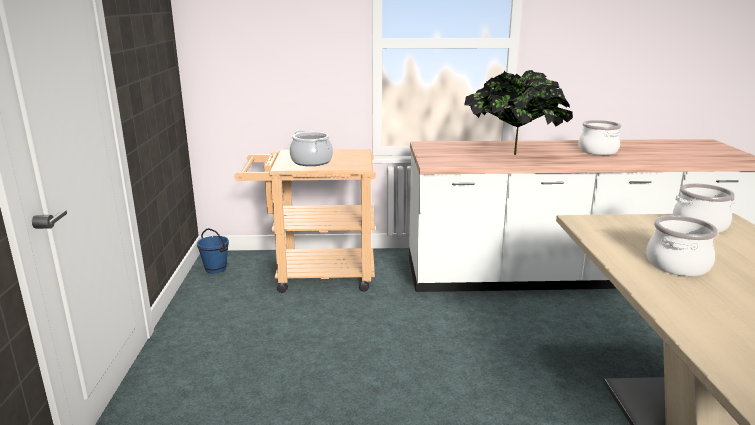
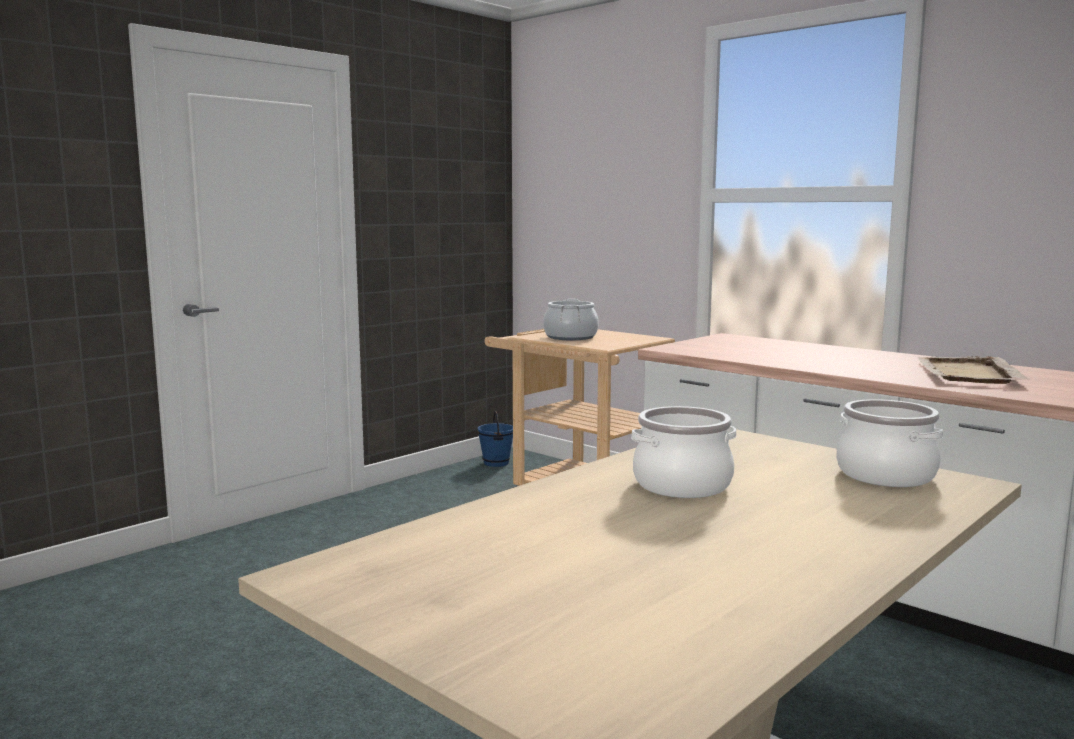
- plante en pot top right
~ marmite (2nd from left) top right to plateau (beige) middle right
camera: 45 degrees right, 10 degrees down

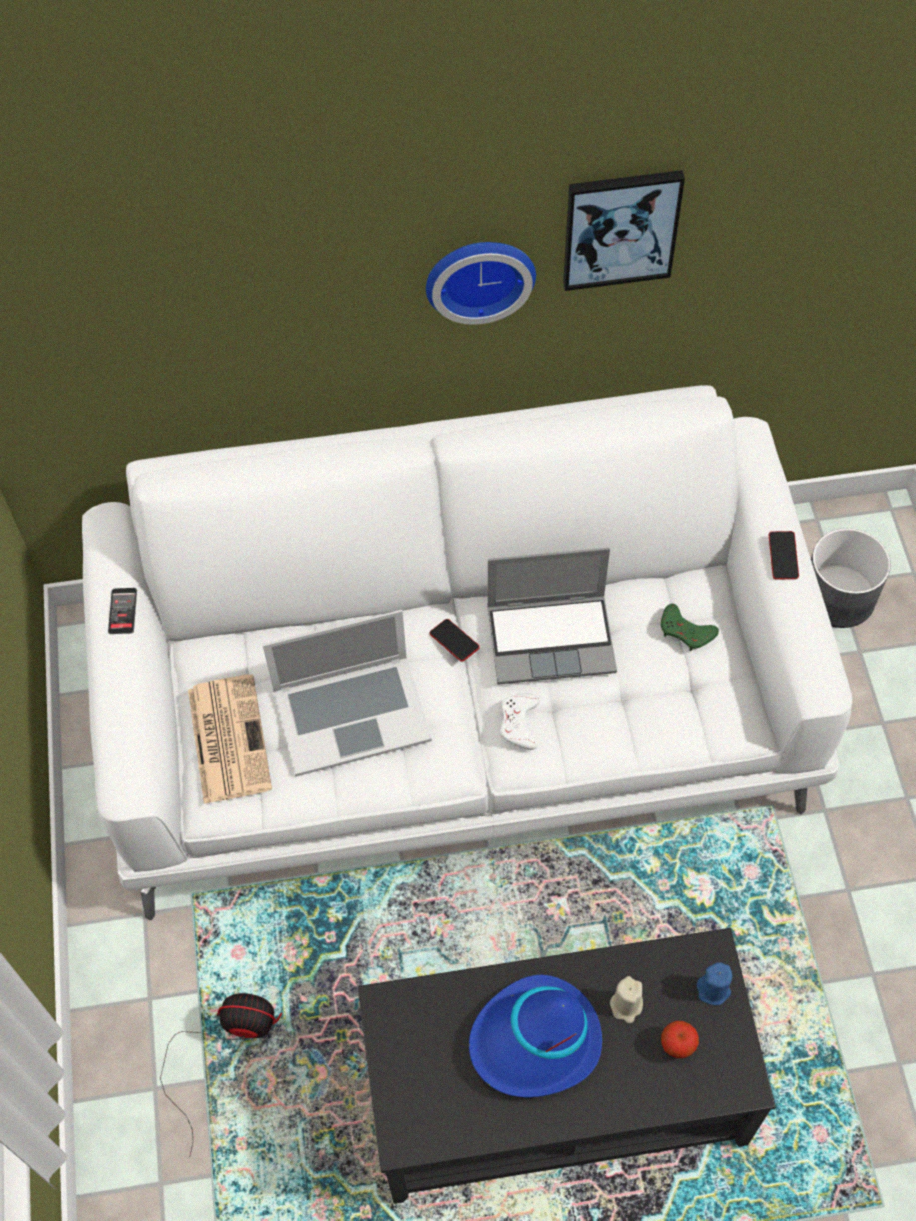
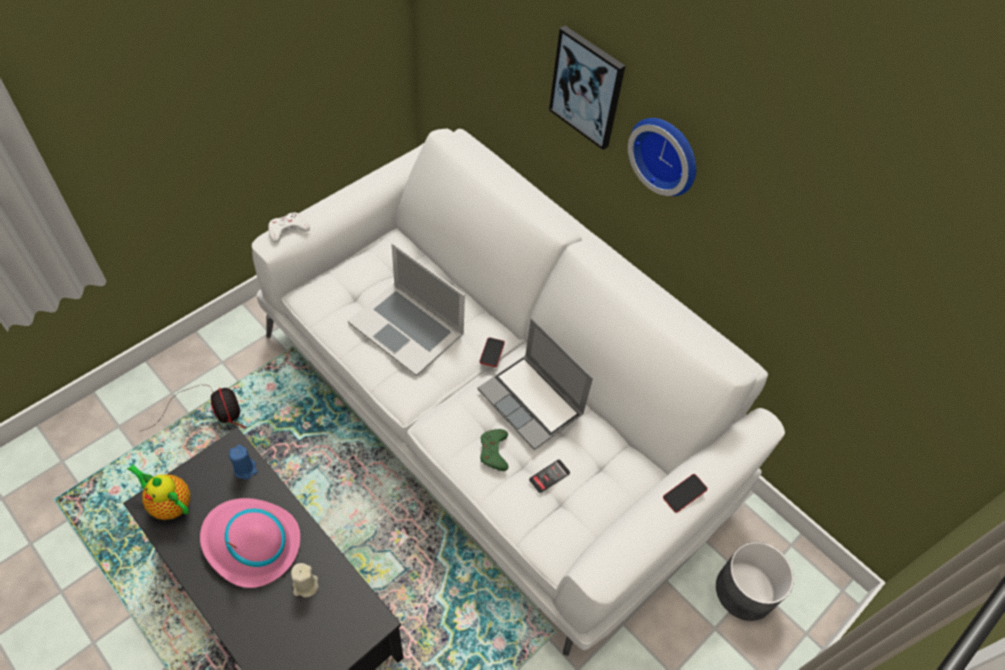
~ téléphone (1st from left in the first image) middle left to téléphone (2nd from left) bottom centre
- journal middle left
~ chapeau (bleu) bottom centre to chapeau (rose) bottom left
~ manette (blanc) centre to middle left
~ tableau top right to top centre
~ manette (vert) middle right to bottom centre
- pomme bottom right
~ bougie (bleu) bottom right to bottom left
+ théière bottom left
camera: 50 degrees right, 5 degrees down

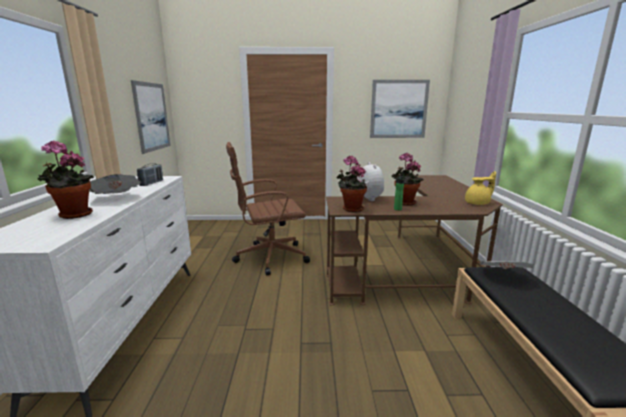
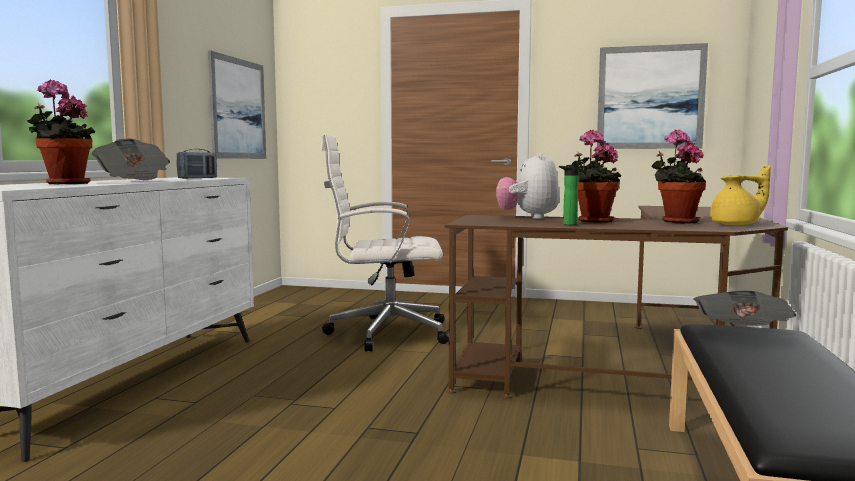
~ chaise de bureau (marron) centre to chaise de bureau (blanc) centre
~ plante en pot (2nd from left in the first image) centre to plante en pot (3rd from left) middle right
camera: 15 degrees right, 10 degrees down

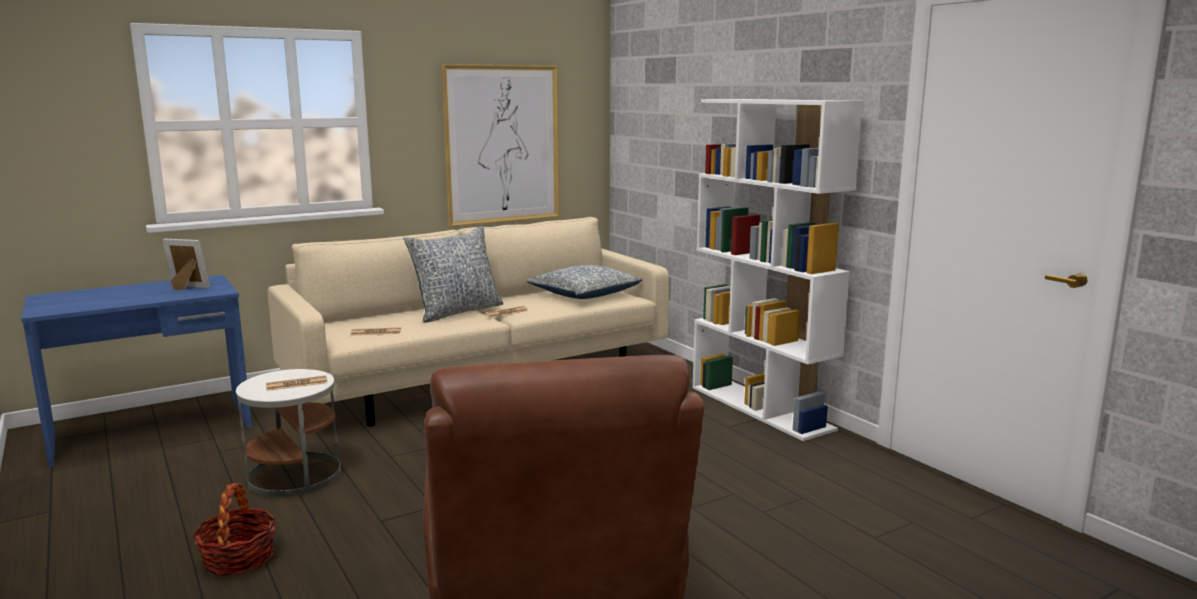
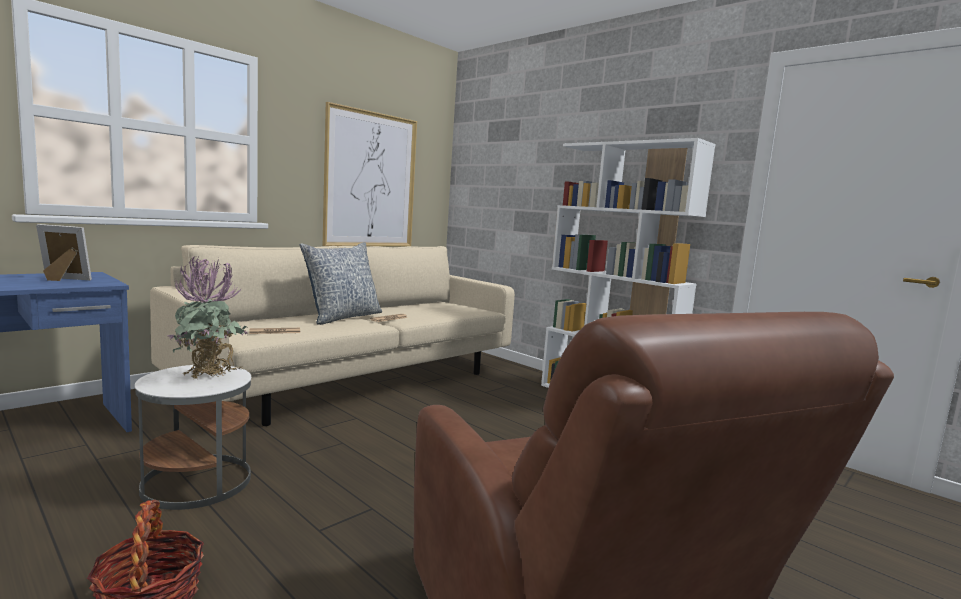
~ journal (1st from left) middle left to plante en pot middle left
- coussin (2nd from left) centre
camera: 15 degrees left, 5 degrees down

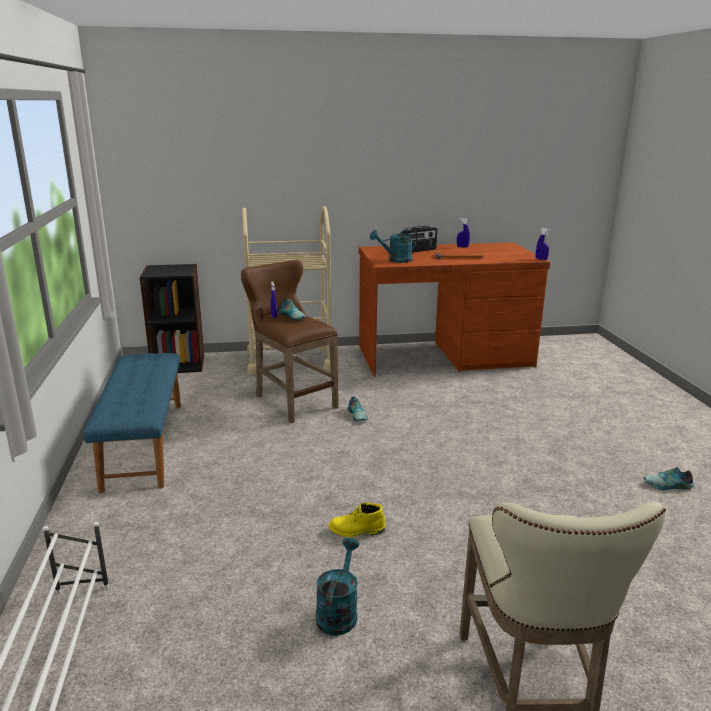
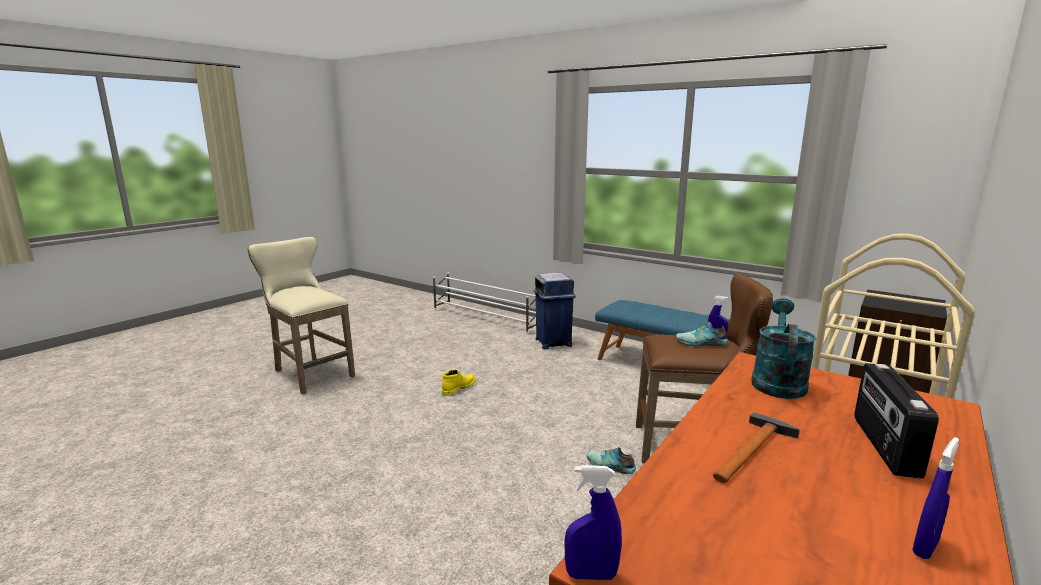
- arrosoir (turquoise) (1st from left) bottom centre
- chaussure (3rd from left) bottom right
+ poubelle (bleu) centre
camera: 135 degrees right, 5 degrees down

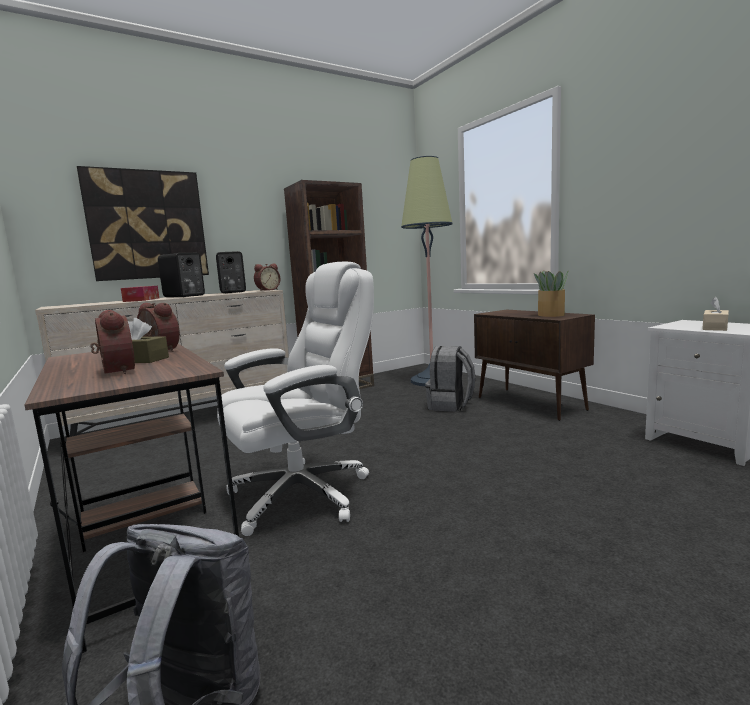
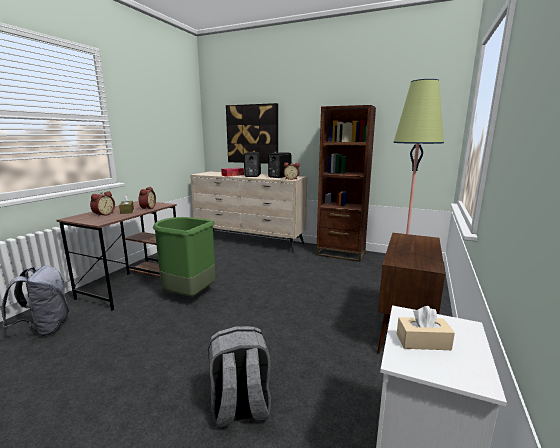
~ chaise de bureau (blanc) centre to poubelle (vert) middle left
~ sac à dos (gris) (2nd from left) centre to bottom centre
- plante en pot middle right
camera: 55 degrees right, 5 degrees up

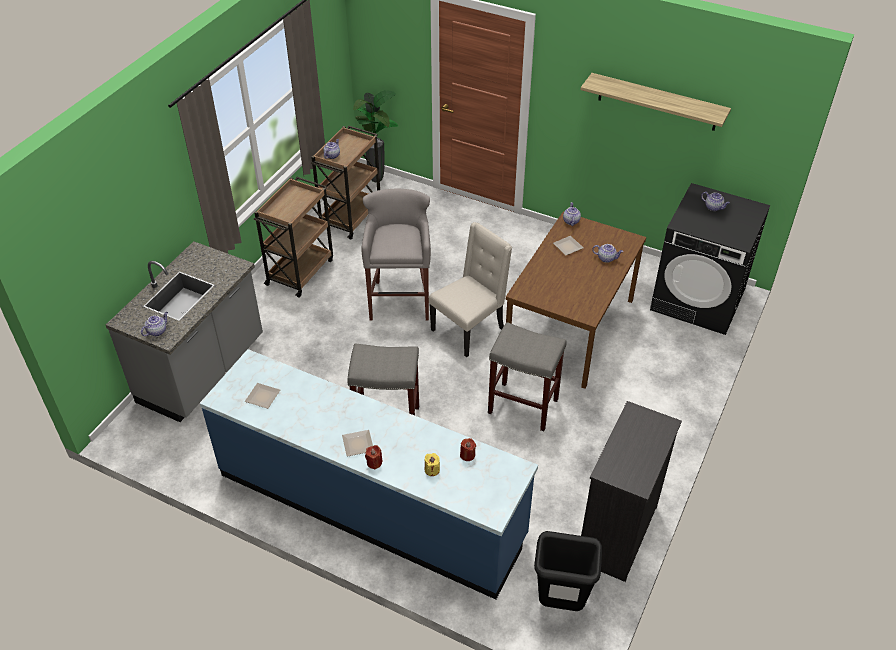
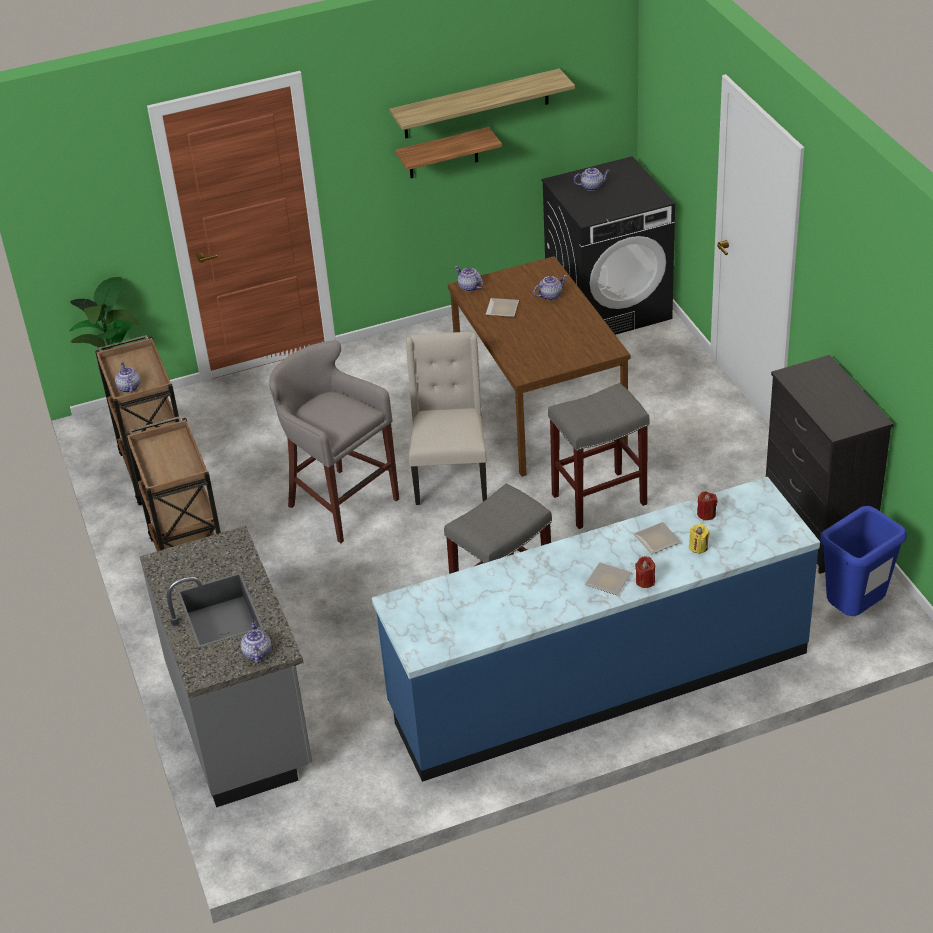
~ assiette (1st from left in the first image) middle left to assiette (3rd from left) middle right
~ poubelle (noir) bottom centre to poubelle (bleu) middle right
+ étagère (1st from left) top centre
camera: 45 degrees left, 5 degrees down

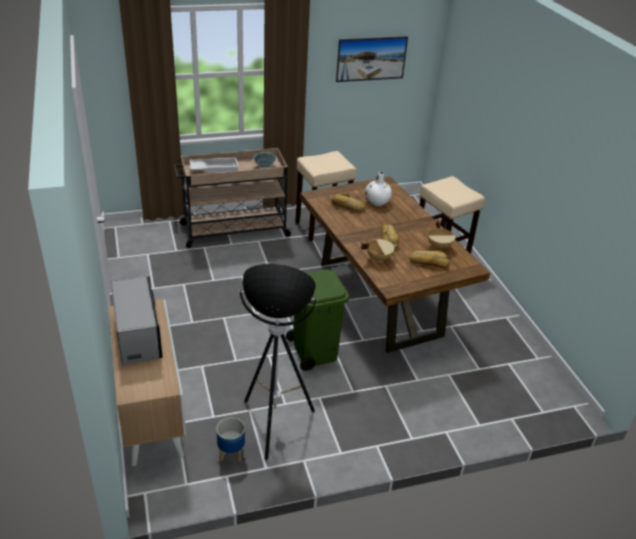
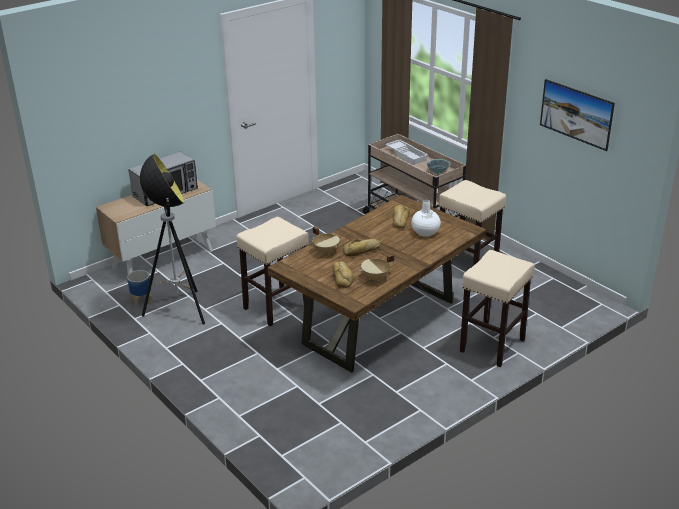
~ poubelle (vert) centre to tabouret (beige) (1st from left) centre
camera: 70 degrees right, 5 degrees down

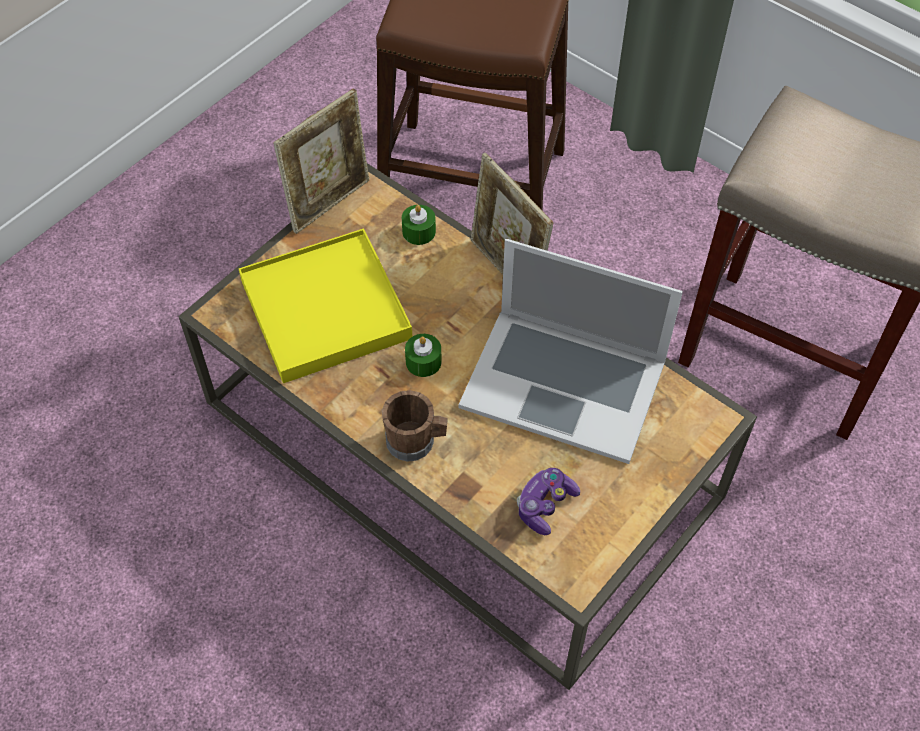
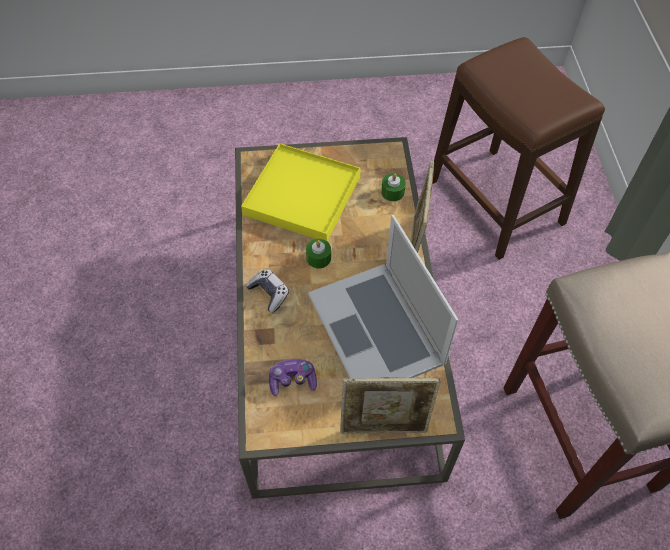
~ cadre photo (1st from left) top centre to bottom centre
~ mug (marron) centre to manette (1st from left) centre
camera: 45 degrees right, 0 degrees up

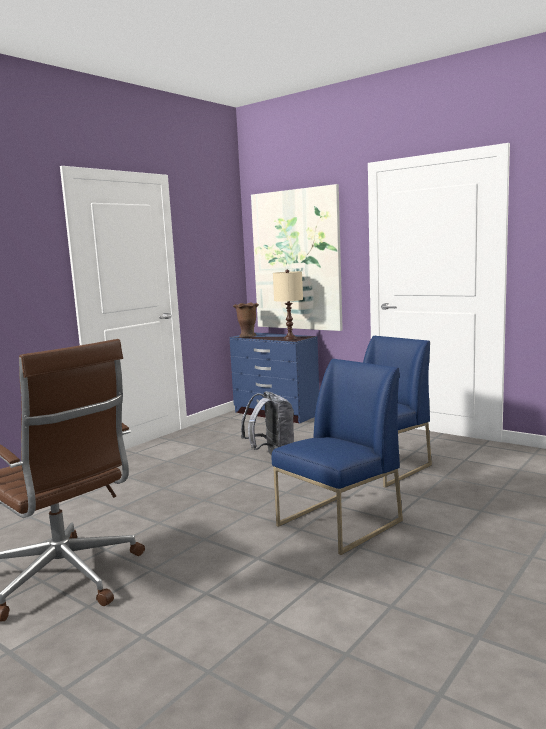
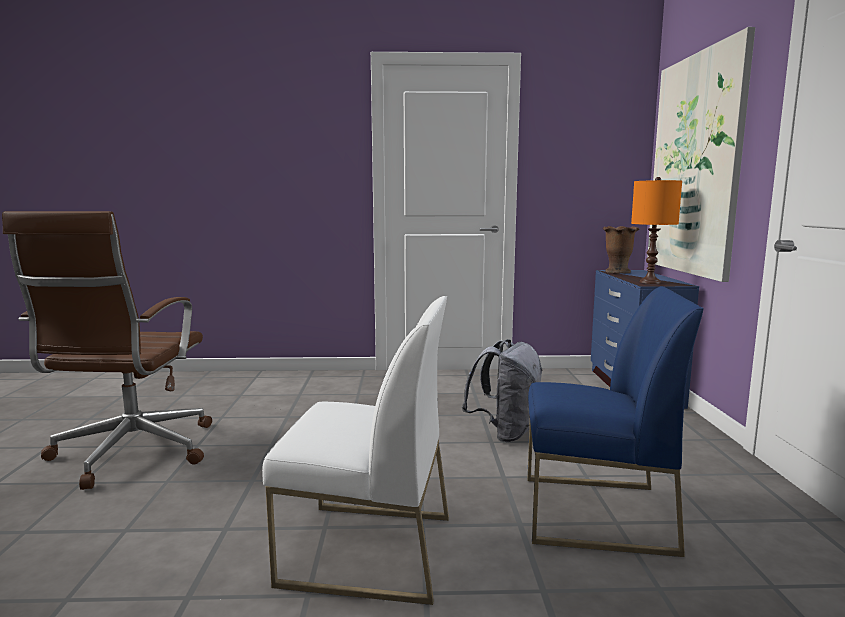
~ chaise (bleu) (1st from left) centre to chaise (blanc) bottom centre
~ lampe de table (beige) centre to lampe de table (orange) middle right
camera: 50 degrees right, 0 degrees up

